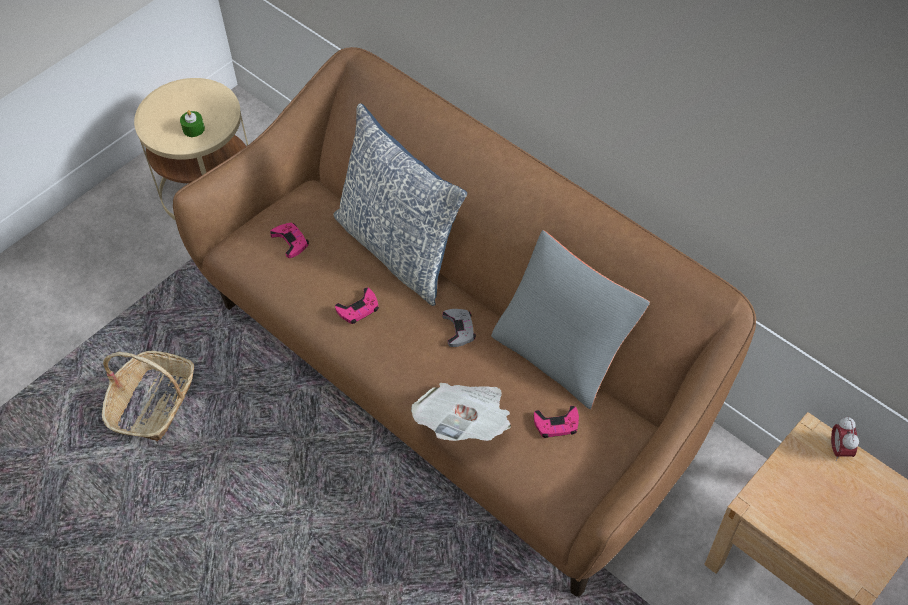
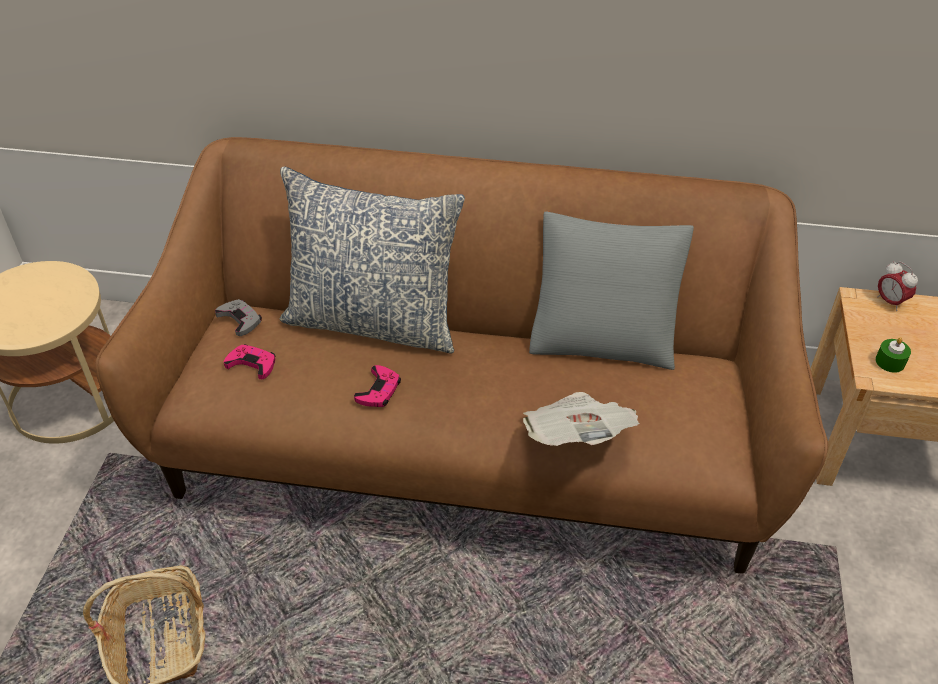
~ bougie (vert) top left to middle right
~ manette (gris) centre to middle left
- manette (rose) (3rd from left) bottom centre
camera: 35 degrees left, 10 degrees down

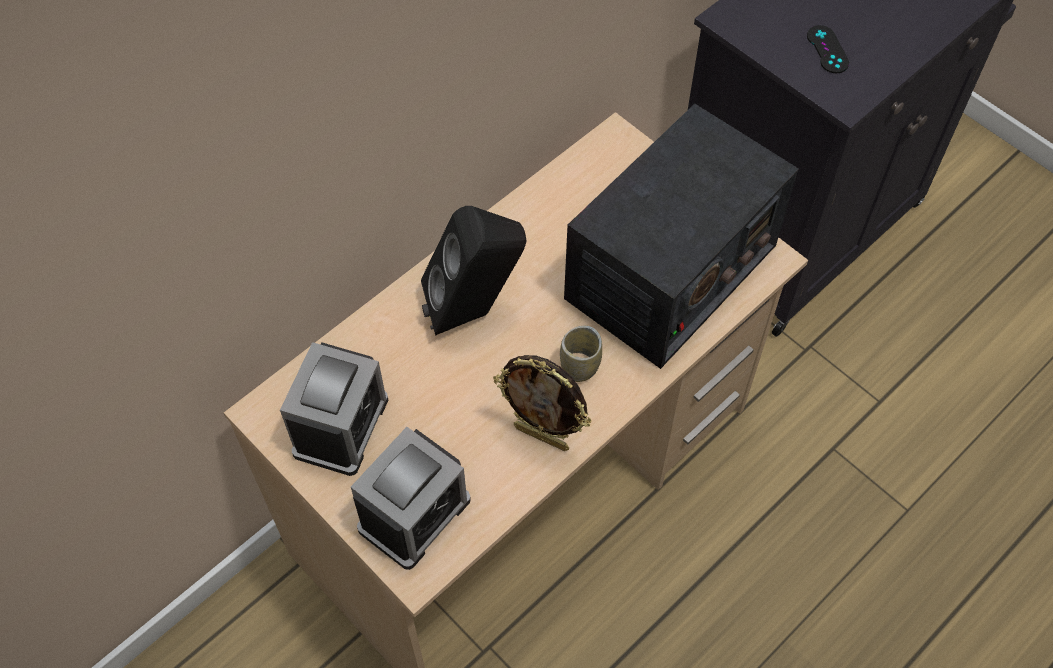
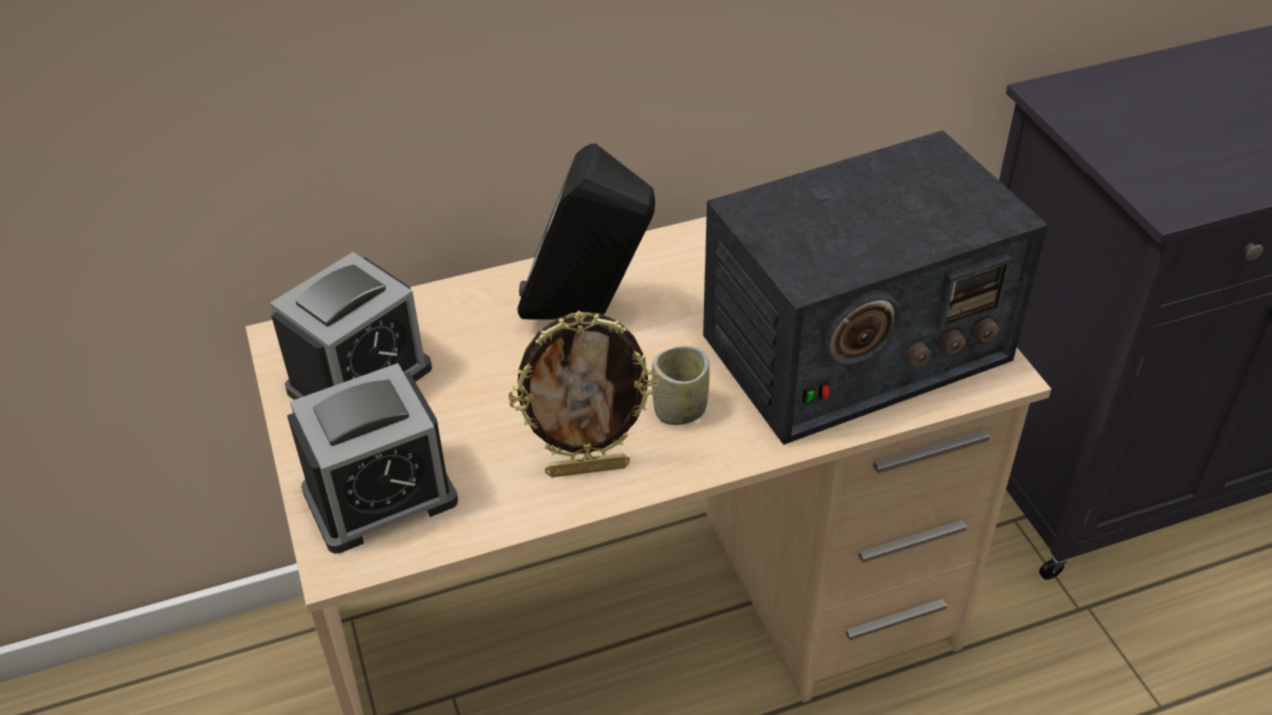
~ cadre photo centre = centre 60 degrees counterclockwise
- manette (noir) top right
camera: 25 degrees right, 15 degrees down

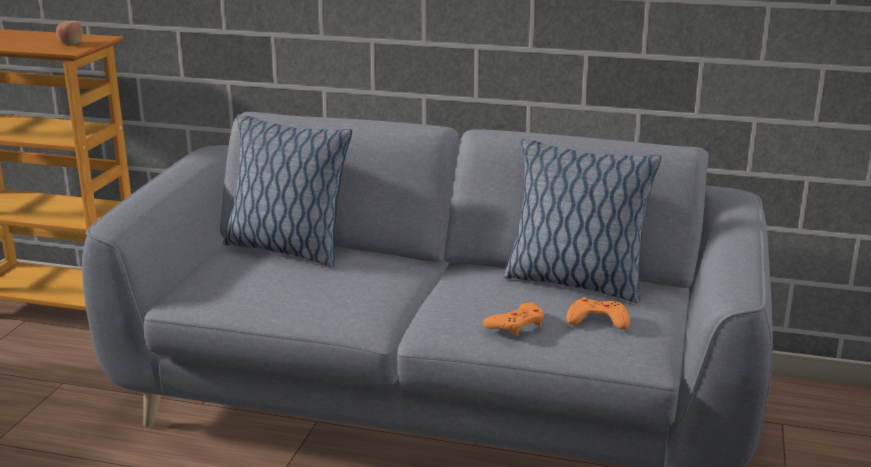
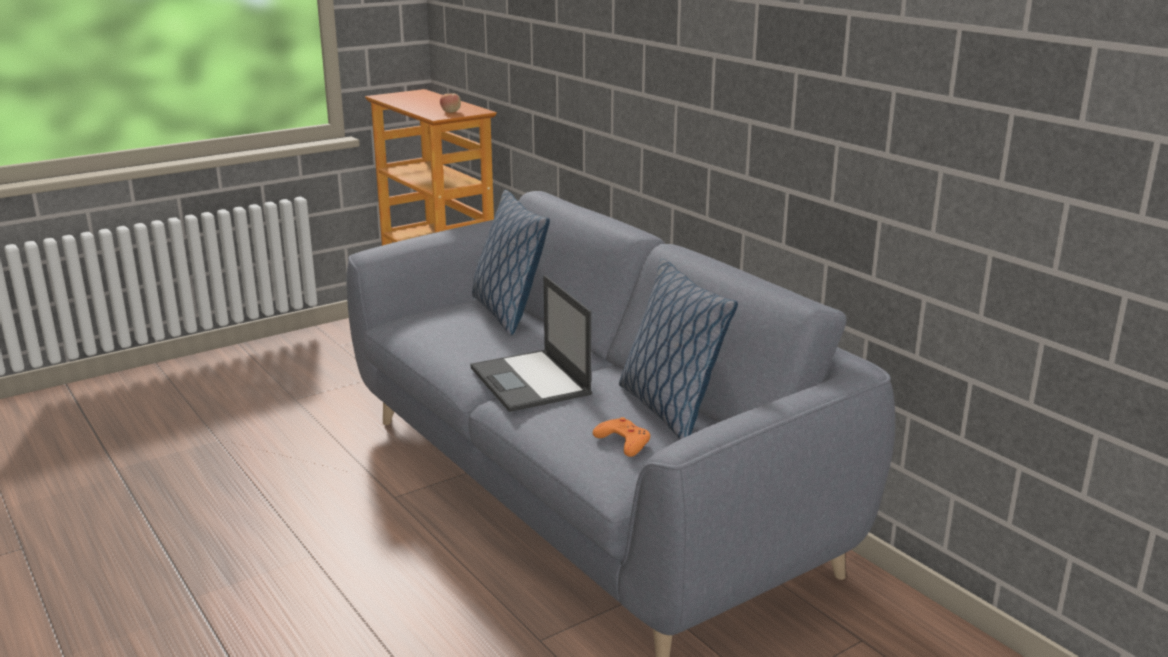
- manette (orange) (1st from left) bottom centre
+ ordinateur portable centre
camera: 40 degrees right, 0 degrees up

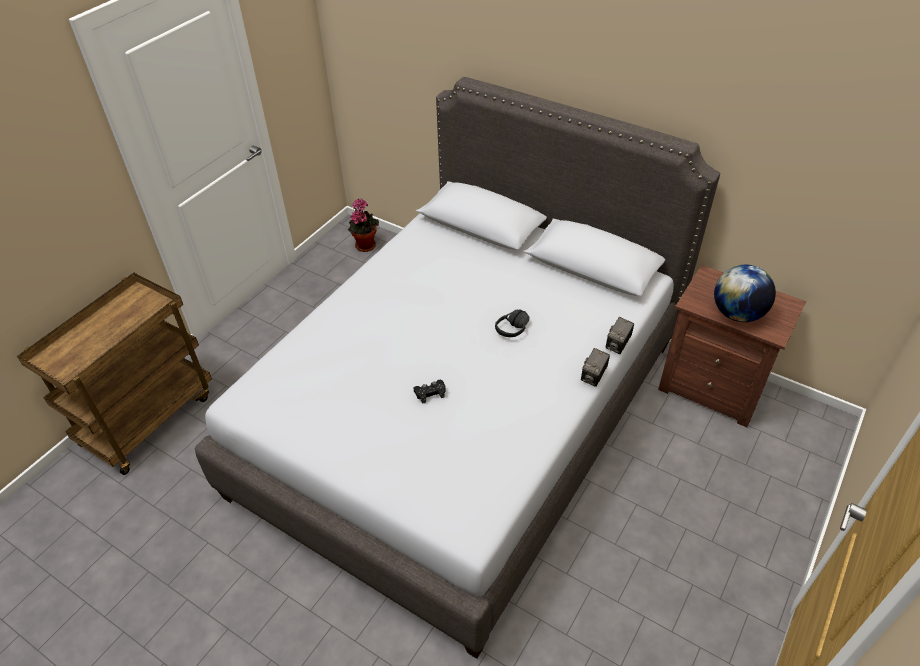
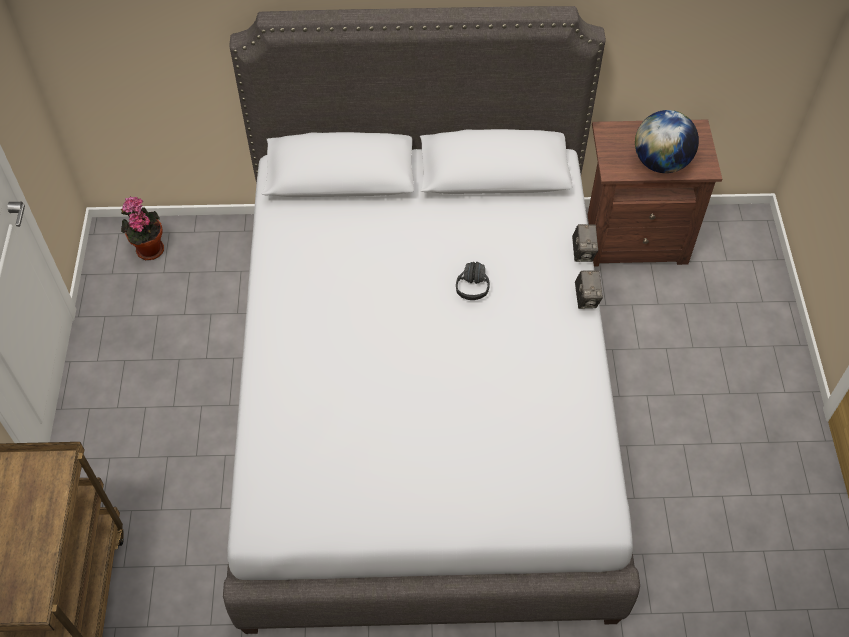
- manette (noir) centre
camera: 35 degrees left, 10 degrees up

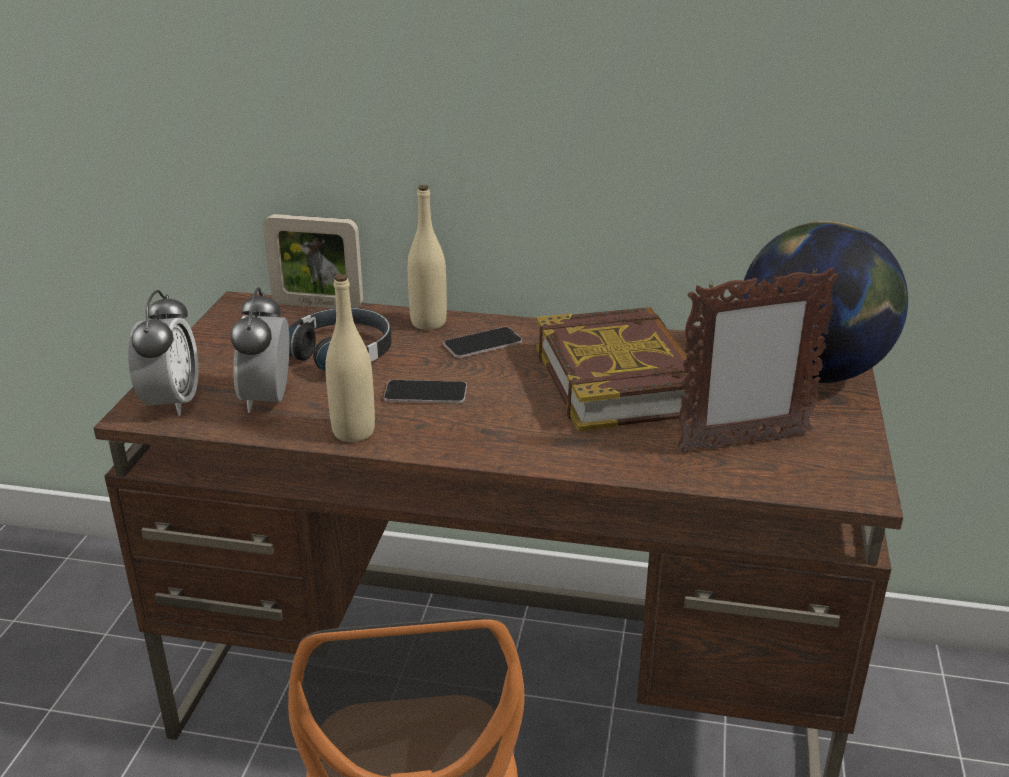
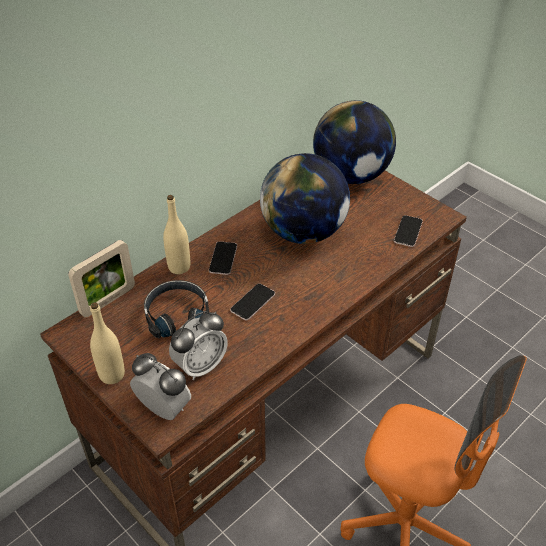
~ réveil (2nd from left) middle left = centre 75 degrees counterclockwise
~ bouteille (beige) (1st from left) centre to middle left
~ livre centre to globe (1st from left) centre
- cadre photo (2nd from left) middle right
+ téléphone (3rd from left) middle right
camera: 55 degrees left, 15 degrees up

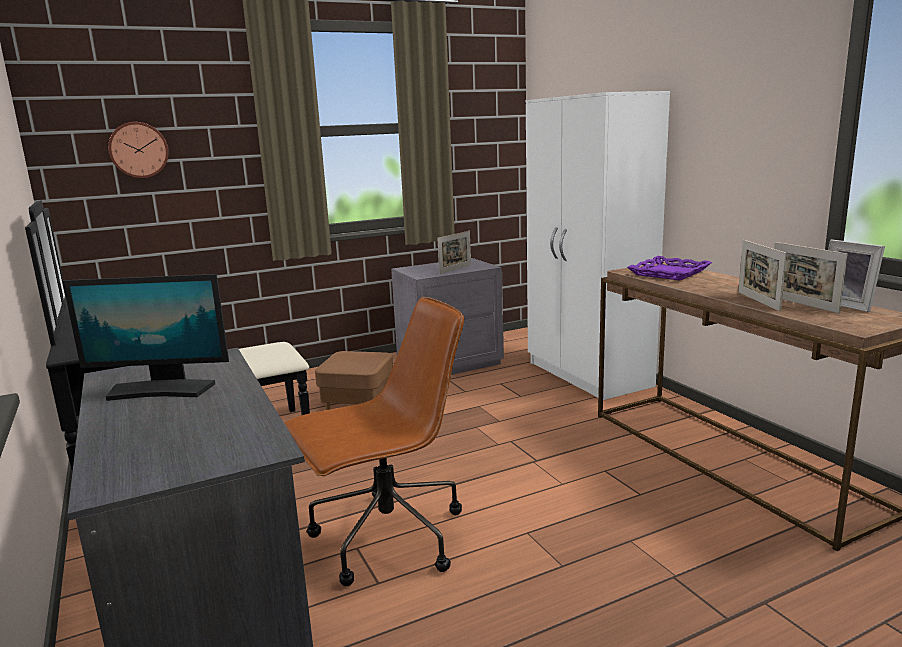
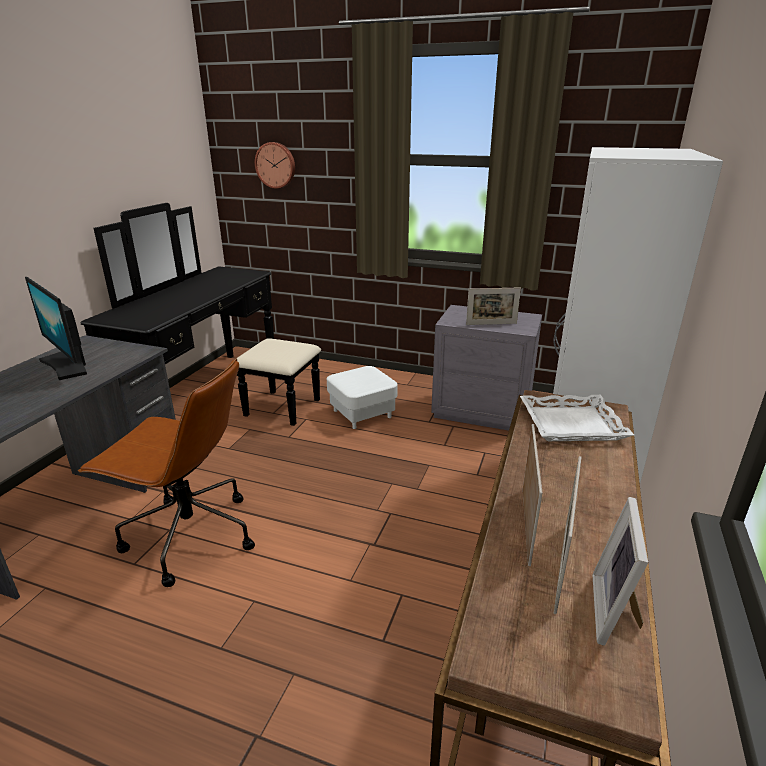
~ pouf (marron) centre to pouf (blanc) centre
~ plateau (violet) middle right to plateau (blanc) middle right
~ cadre photo (2nd from left) middle right = middle right 150 degrees clockwise
camera: 45 degrees right, 10 degrees up

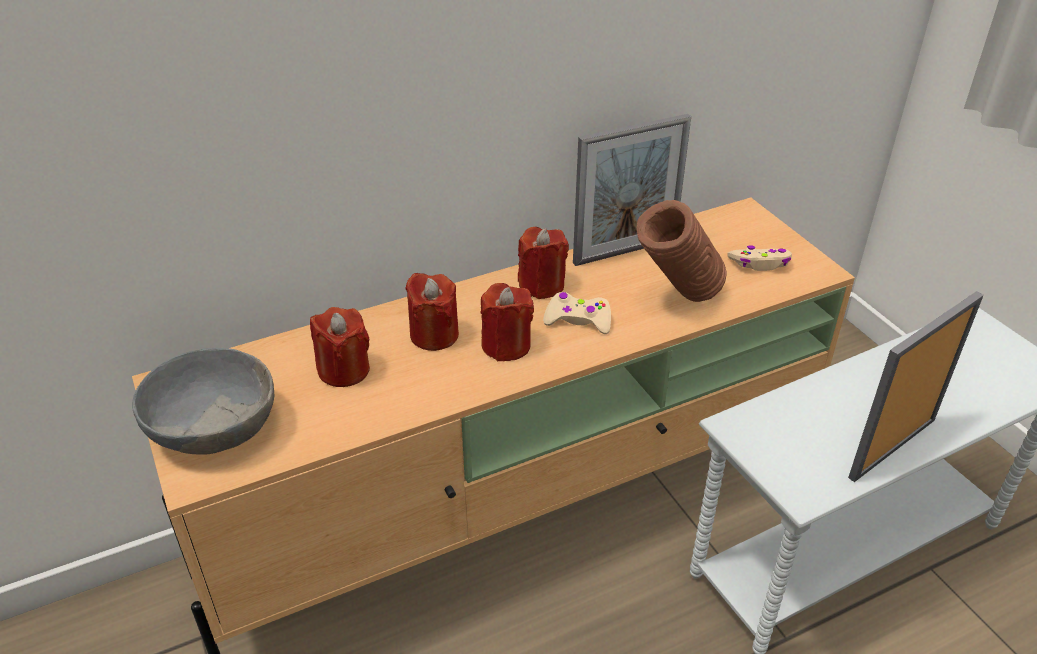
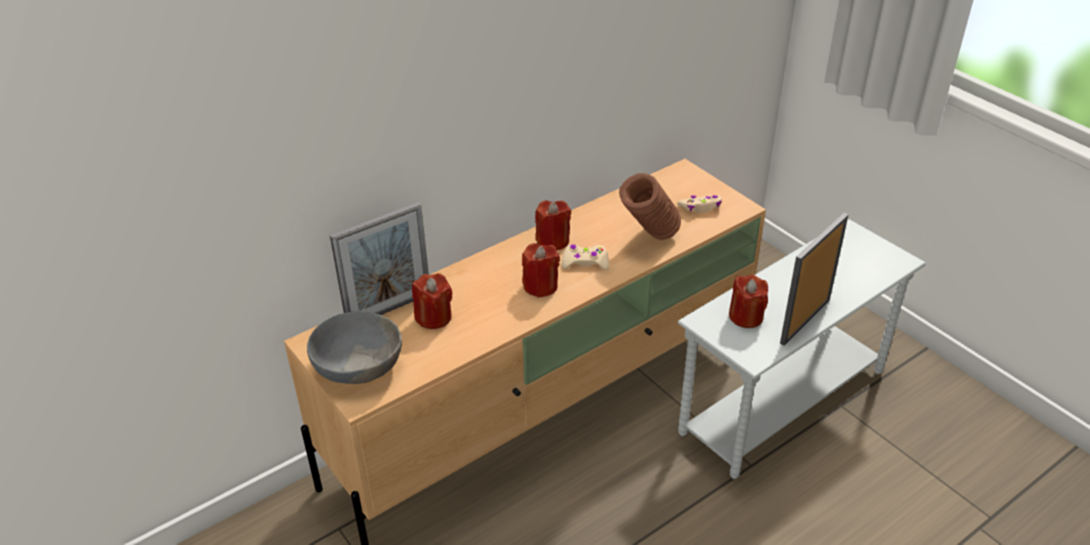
~ bougie (rouge) (2nd from left in the first image) centre to bougie (rouge) (4th from left) middle right
~ cadre photo (1st from left) top centre to centre
camera: 10 degrees left, 0 degrees up

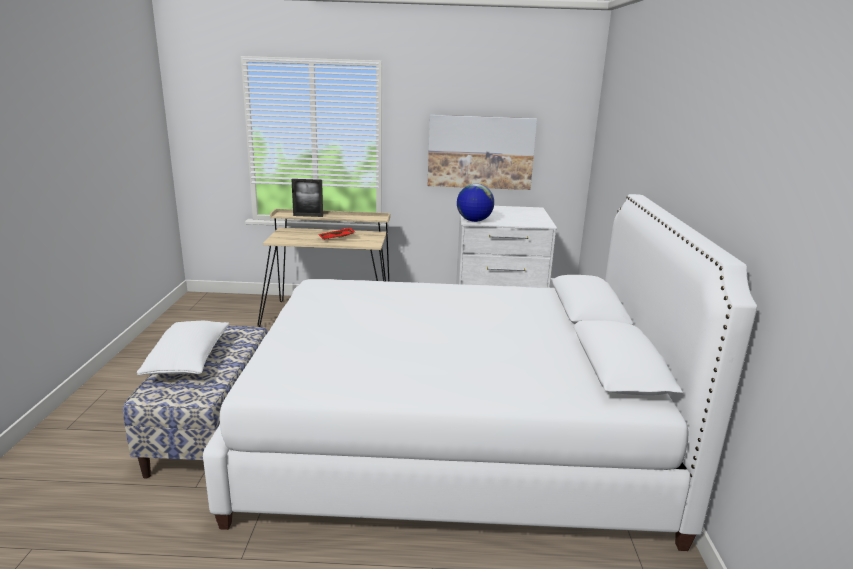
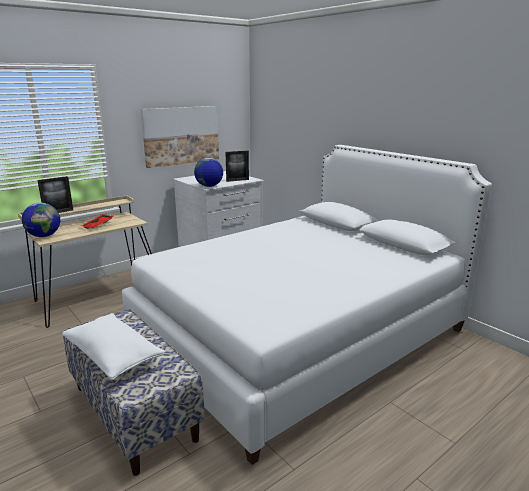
+ globe (1st from left) middle left
+ cadre photo (2nd from left) centre
camera: 40 degrees left, 0 degrees up

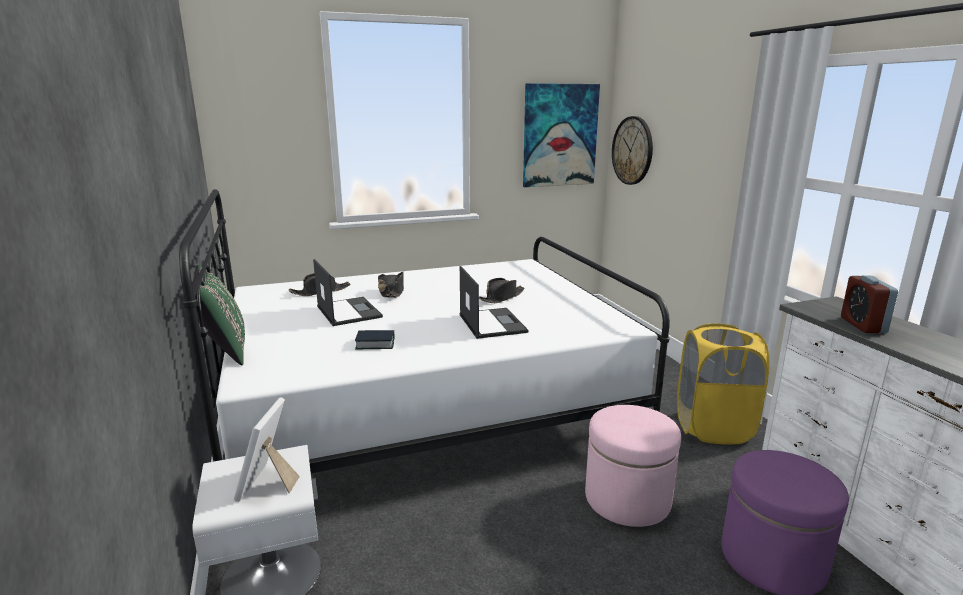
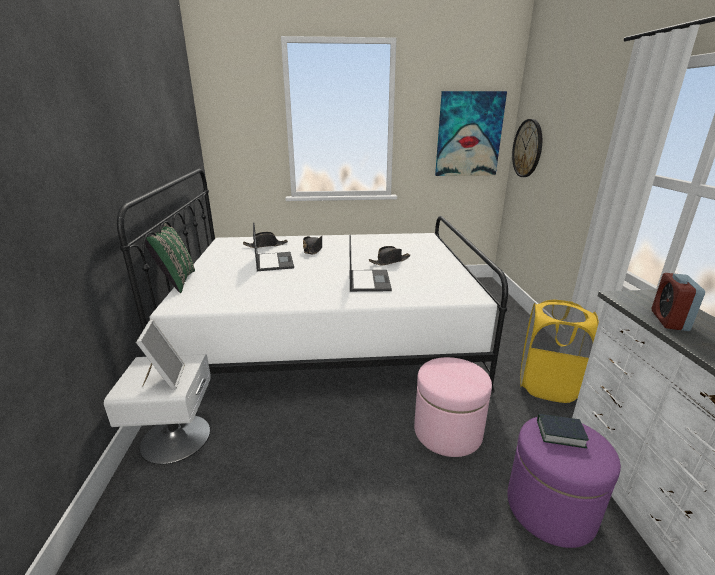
~ cadre photo bottom left = middle left 150 degrees clockwise
~ livre centre to bottom right
camera: 15 degrees right, 5 degrees up

